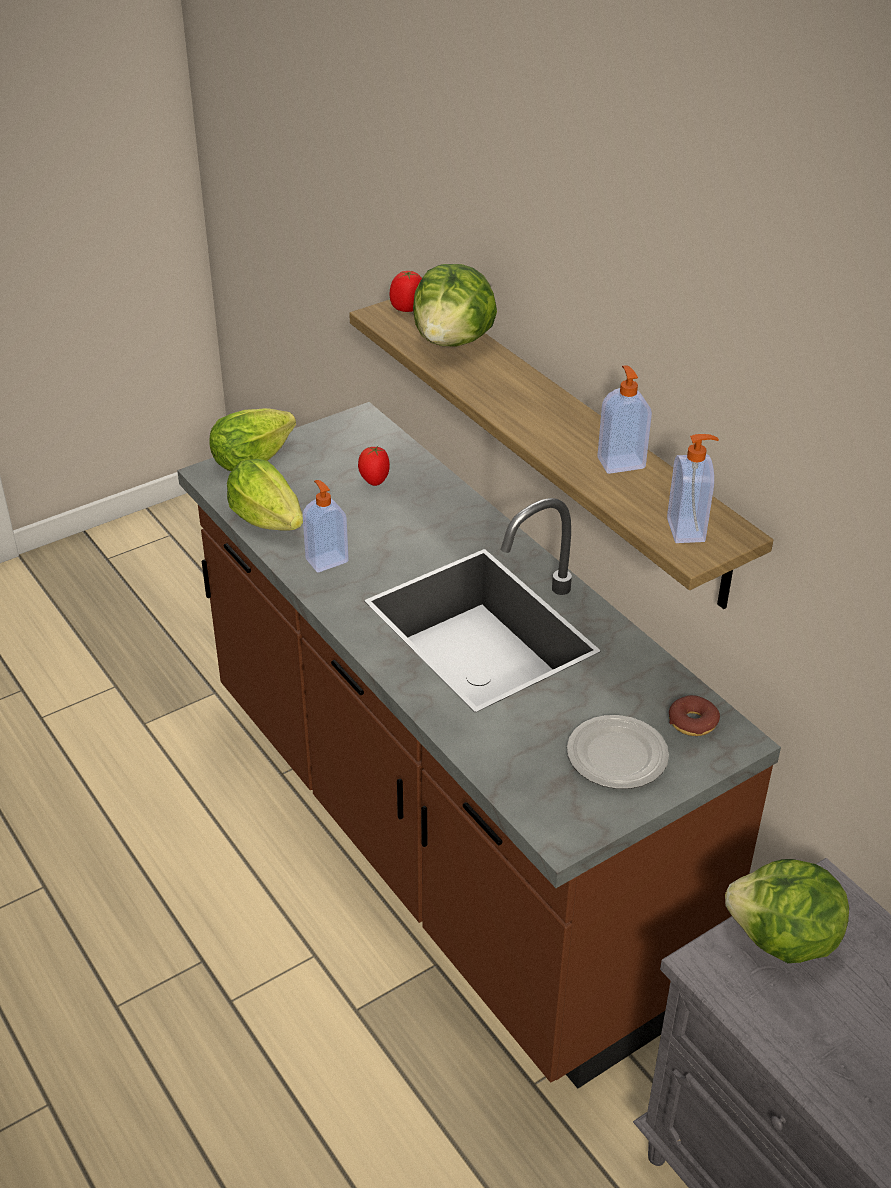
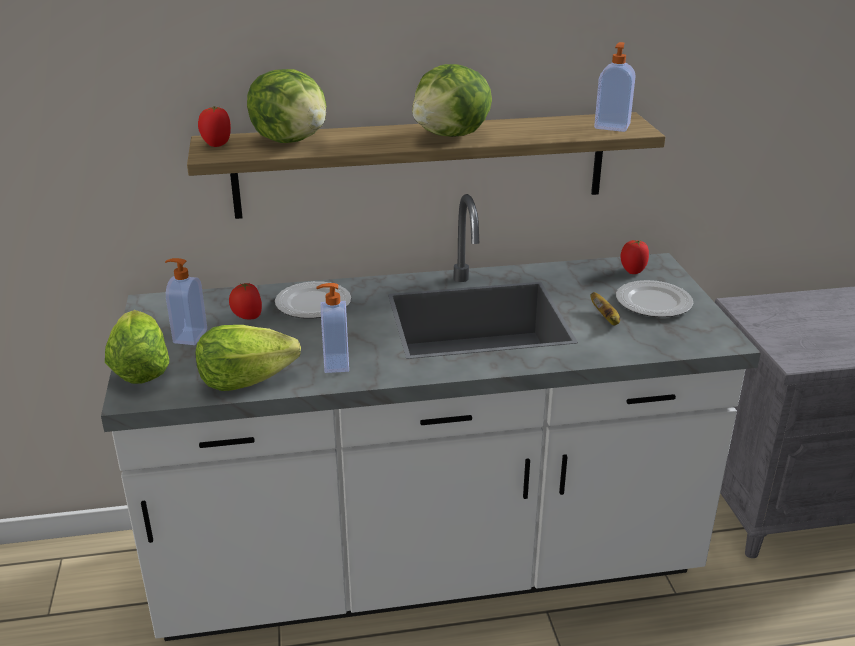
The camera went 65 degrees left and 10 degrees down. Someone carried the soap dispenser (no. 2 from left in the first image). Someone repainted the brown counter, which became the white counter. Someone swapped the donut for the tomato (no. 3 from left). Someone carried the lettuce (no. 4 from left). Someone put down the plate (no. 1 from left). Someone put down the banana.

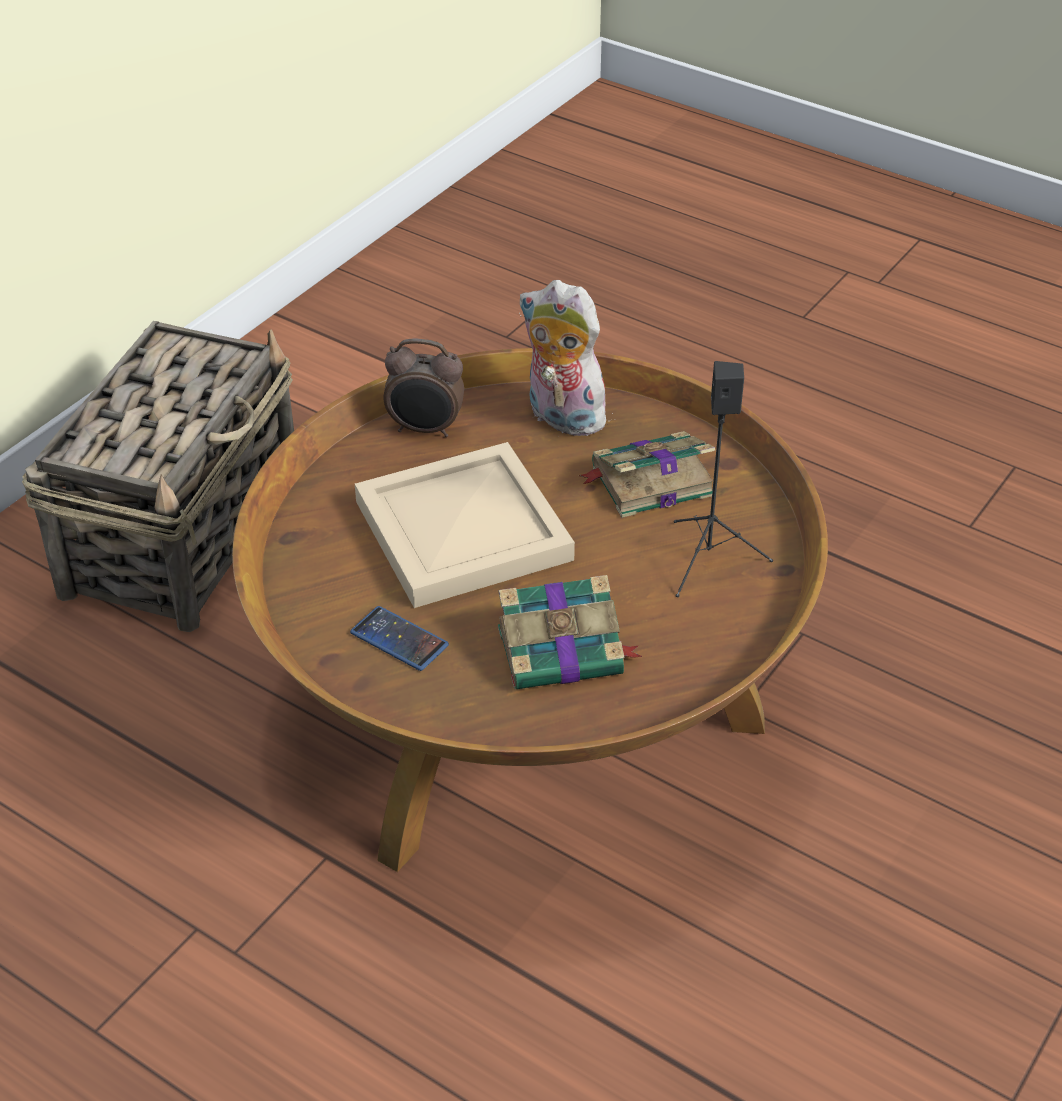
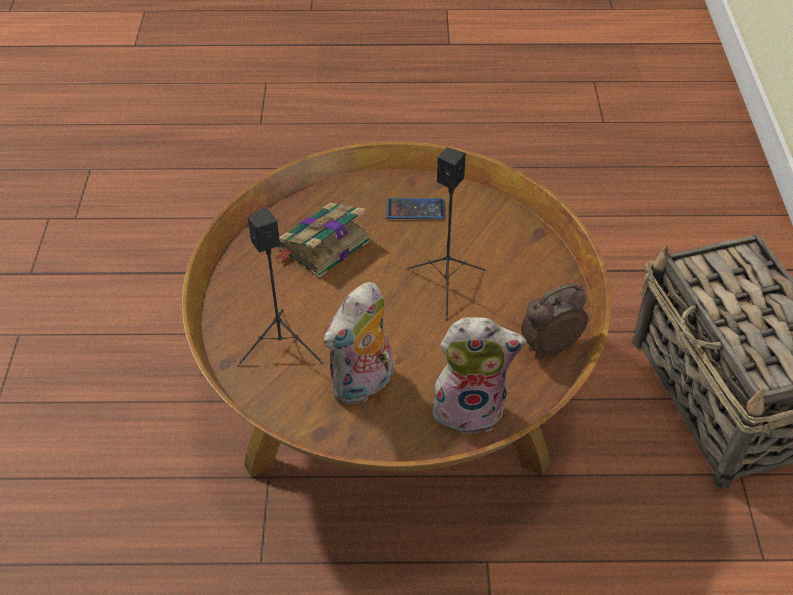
The camera went 145 degrees right and 5 degrees up. Someone swapped the book (no. 2 from left) for the plush toy (no. 1 from left). Someone swapped the beige tray for the black speaker (no. 2 from left).

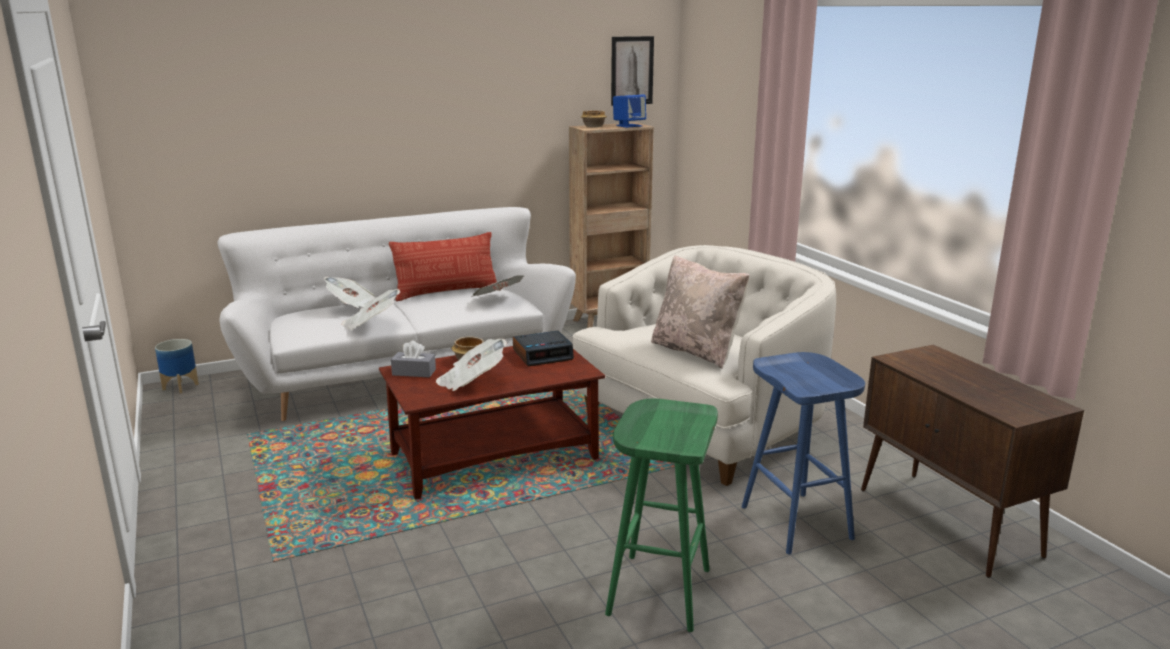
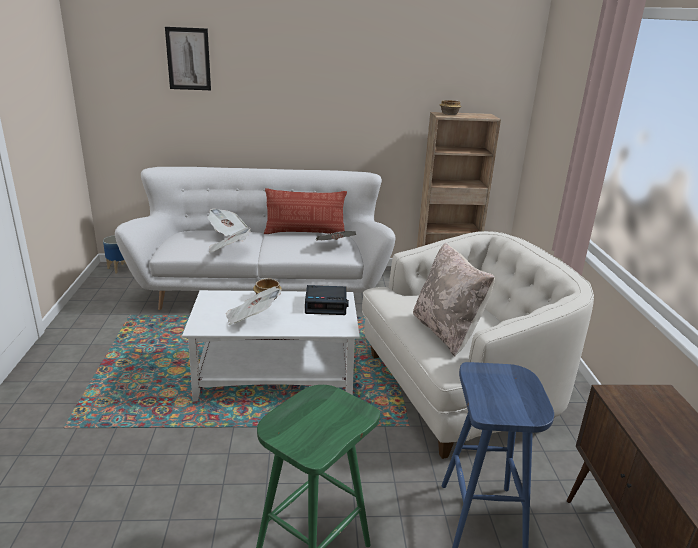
The camera went 20 degrees right and 5 degrees up. Someone carried the picture. Someone took away the blue speaker. Someone took away the grey tissue box. Someone repainted the brown coffee table, which became the white coffee table.

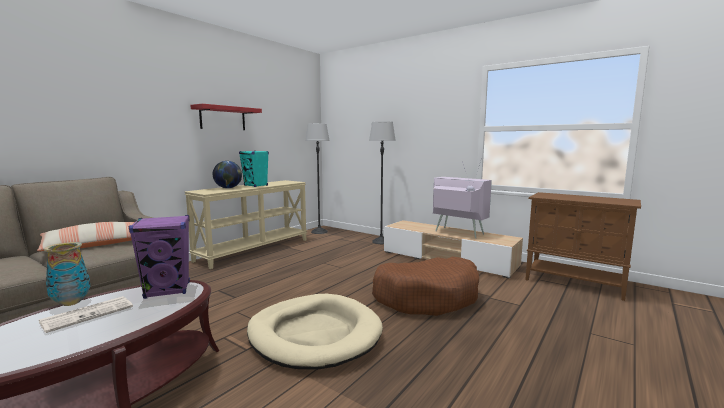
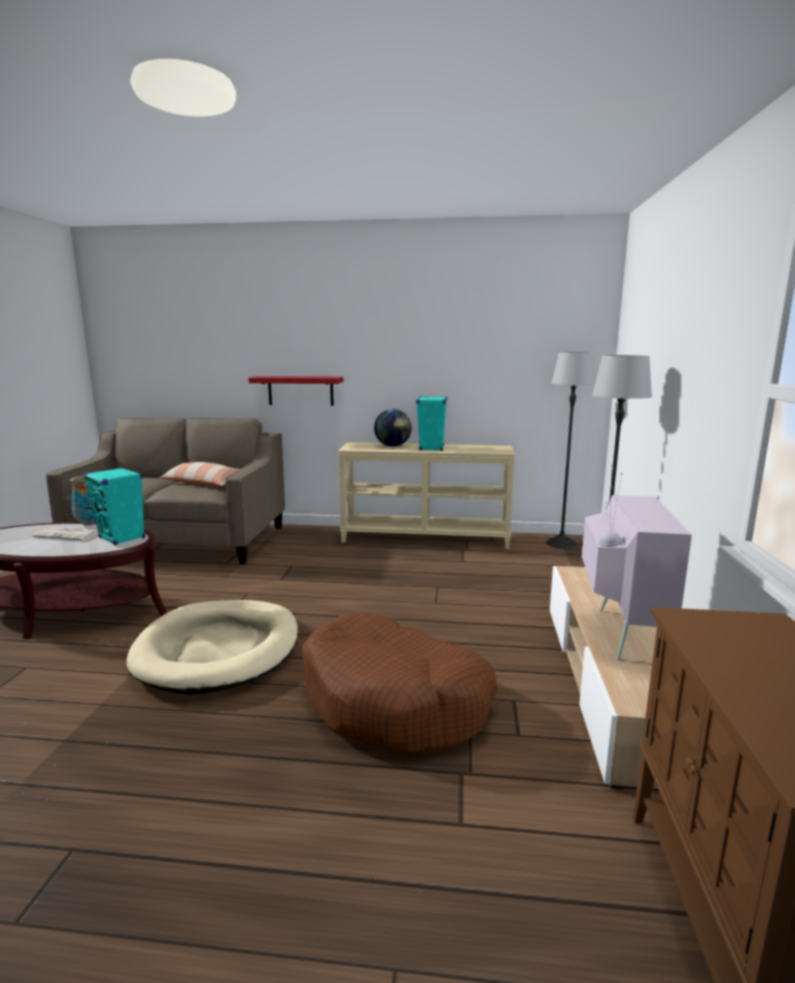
The camera went 60 degrees right and 5 degrees up. Someone carried the red shelf. Someone repainted the purple speaker, which became the turquoise speaker (no. 1 from left).

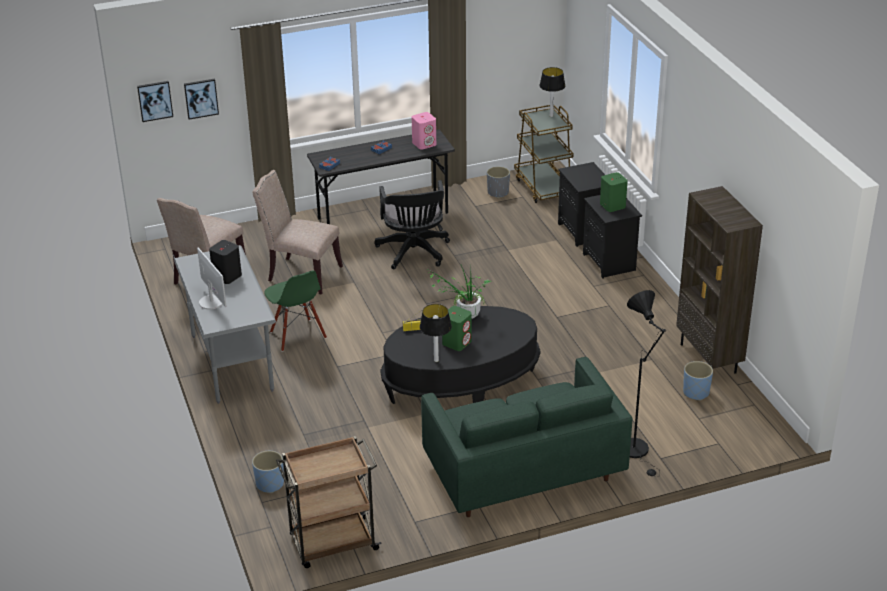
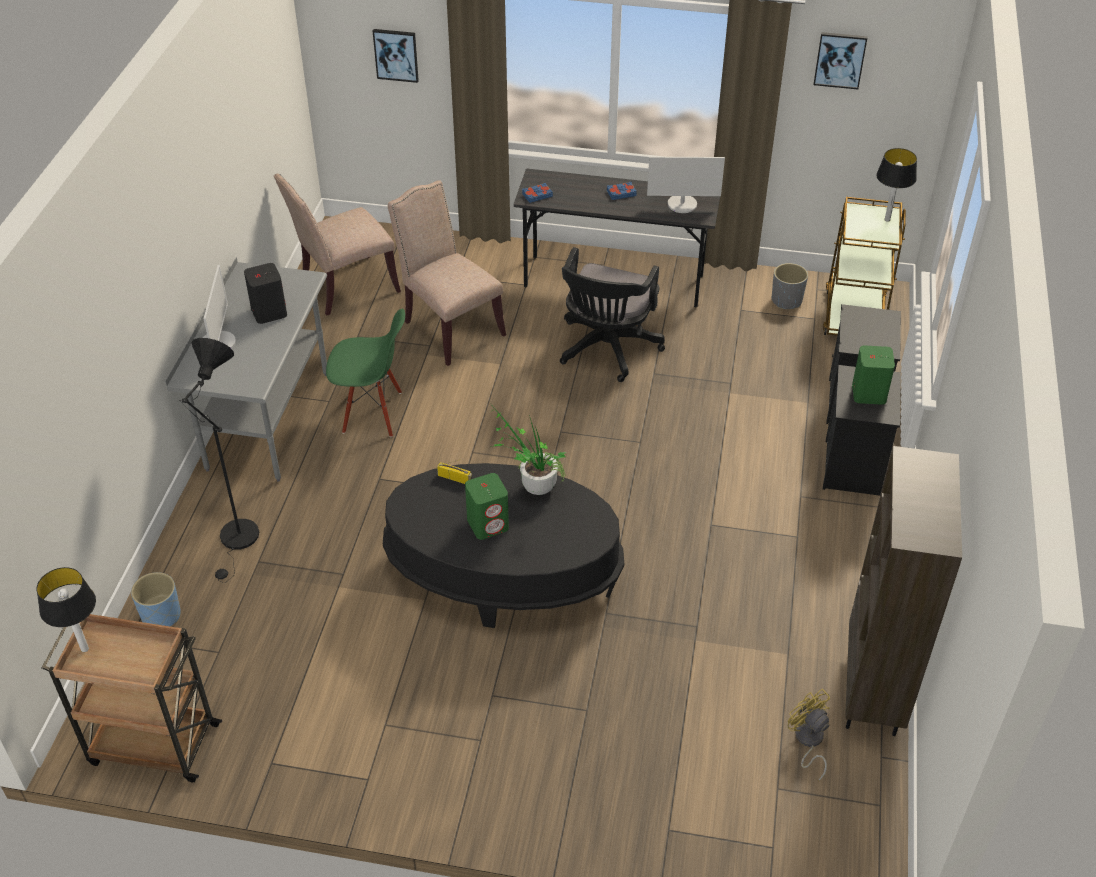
The camera went 30 degrees right and 10 degrees up. Someone carried the picture (no. 1 from left in the first image). Someone swapped the pink speaker for the monitor (no. 2 from left). Someone rotated the green chair by 90 degrees counterclockwise. Someone carried the black floor lamp. Someone carried the table lamp (no. 1 from left). Someone took away the green sofa. Someone swapped the blue planter (no. 2 from left) for the yellow fan.

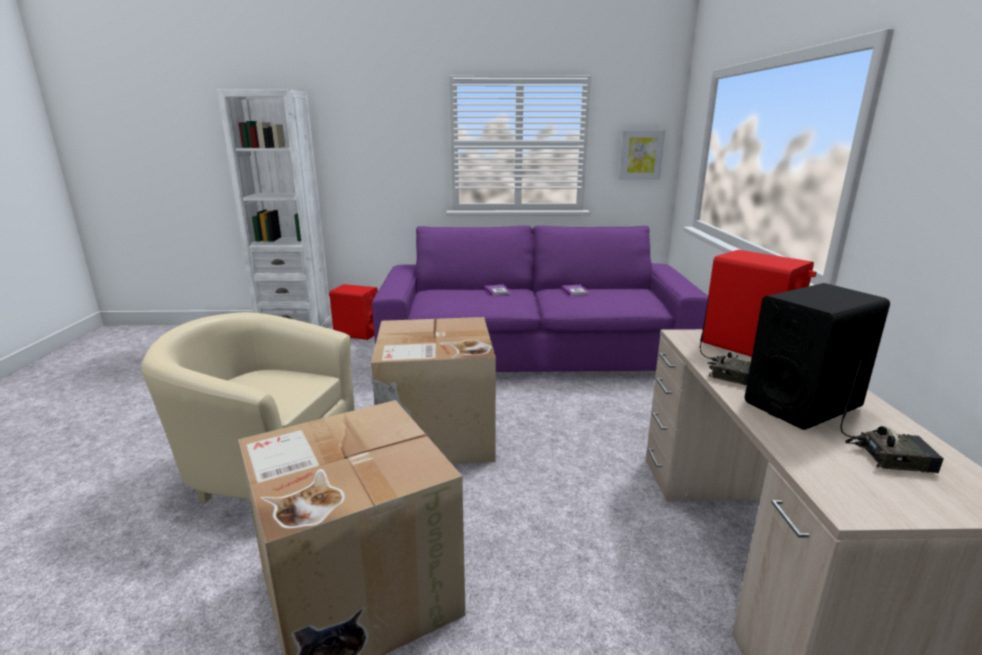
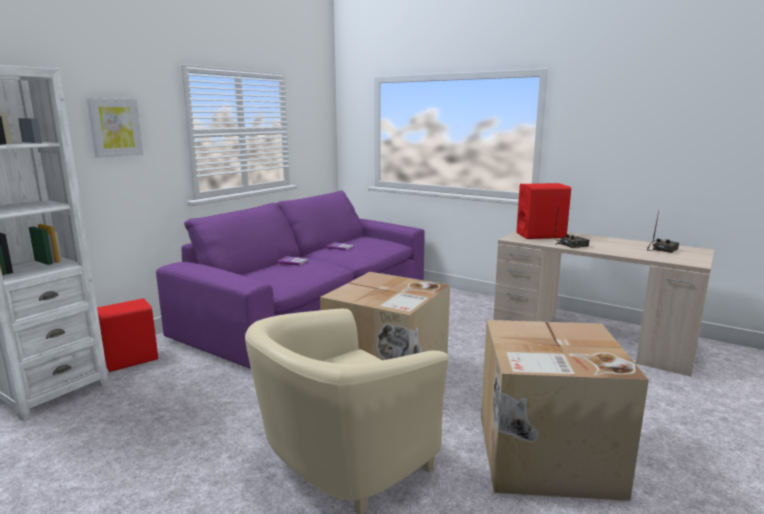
The camera went 55 degrees left and 5 degrees down. Someone carried the picture. Someone took away the black speaker.

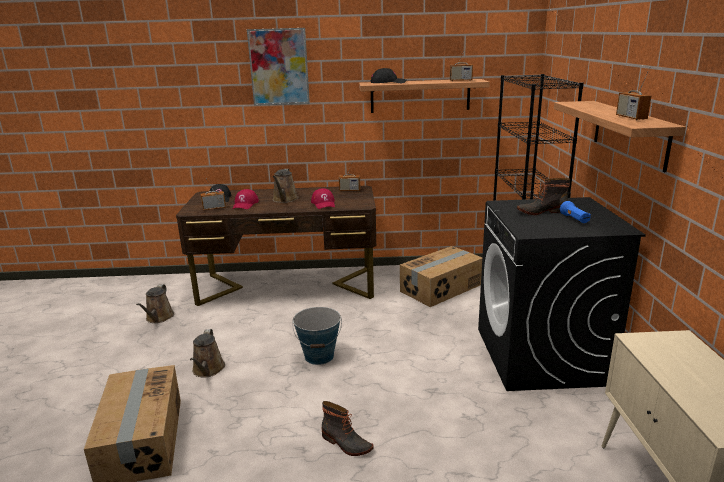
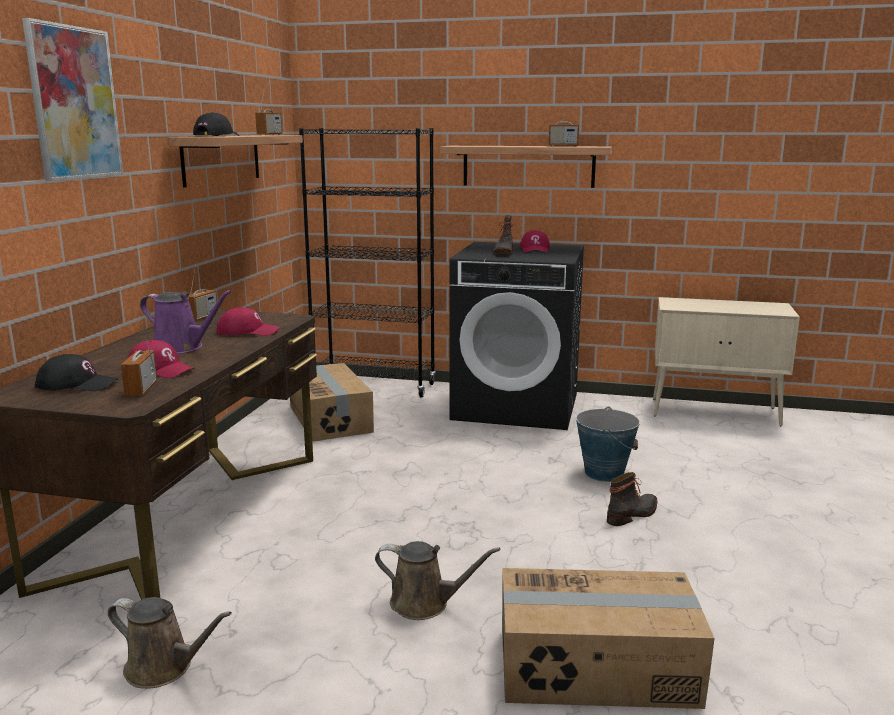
The camera went 75 degrees left and 5 degrees down. Someone repainted the brown watering can (no. 3 from left), which became the purple watering can. Someone swapped the blue flashlight for the red cap (no. 3 from left). Someone carried the bucket.

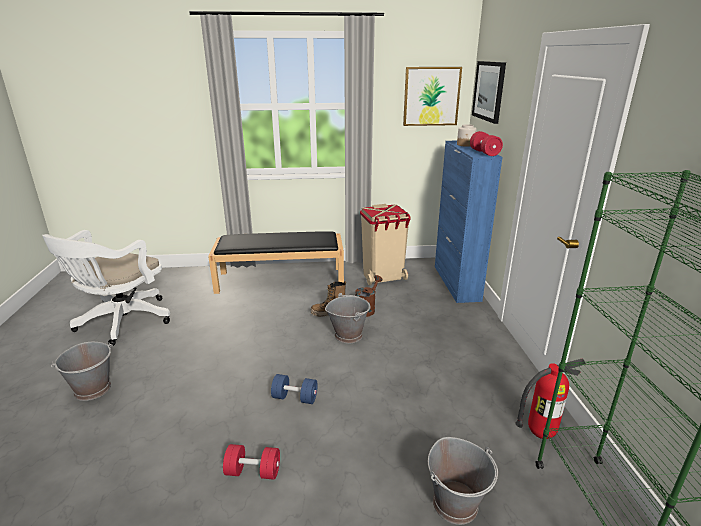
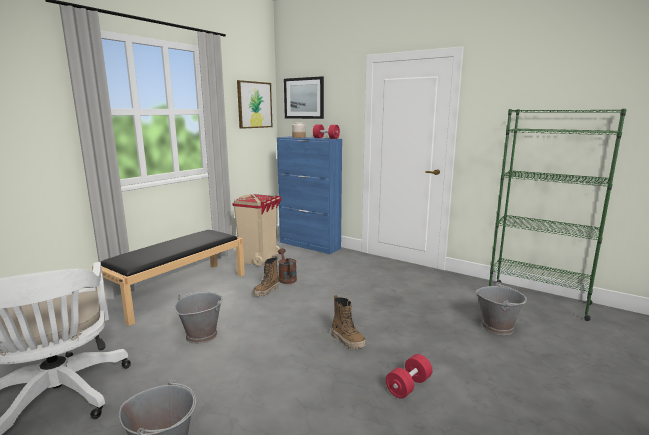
The camera went 50 degrees left and 10 degrees down. Someone carried the grey bucket (no. 2 from left). Someone took away the fire extinguisher. Someone swapped the blue dumbbell for the boot (no. 2 from left).

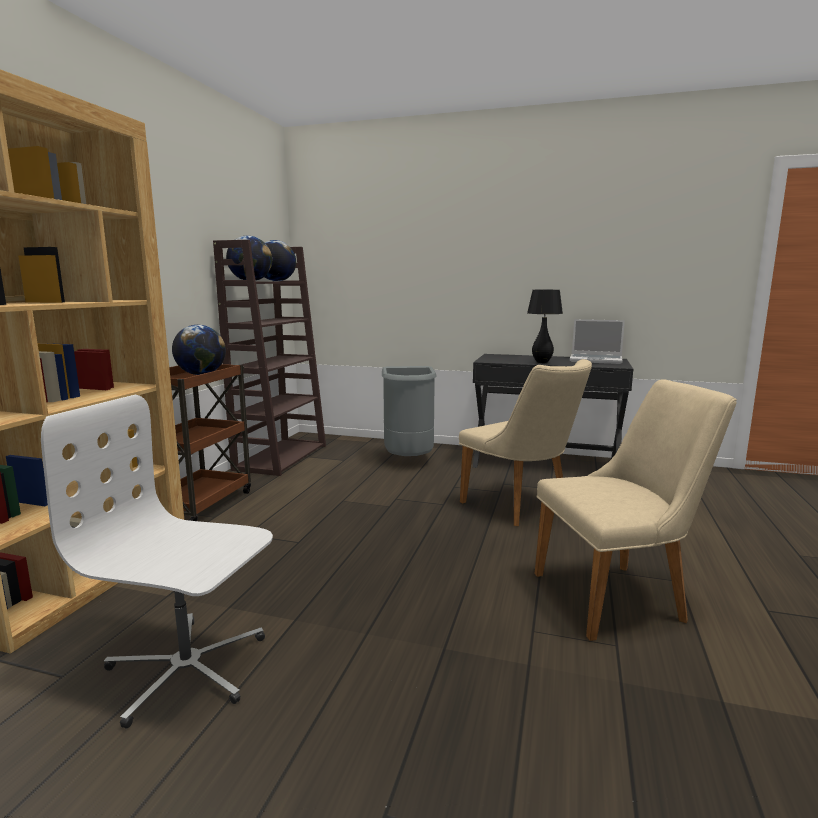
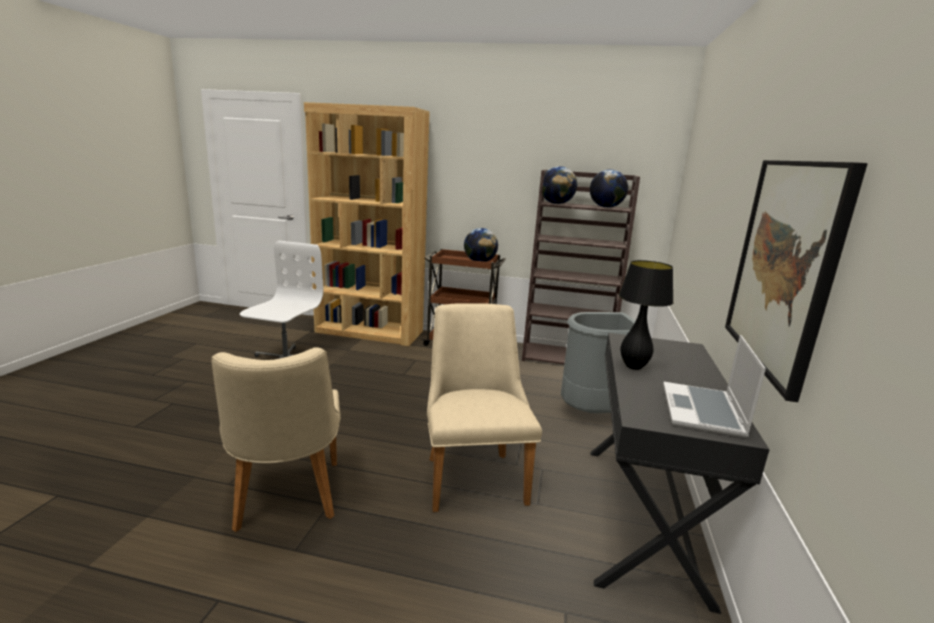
The camera went 85 degrees right and 5 degrees up. Someone rotated the beige chair (no. 1 from left in the first image) by 120 degrees clockwise. Someone put up the picture.

